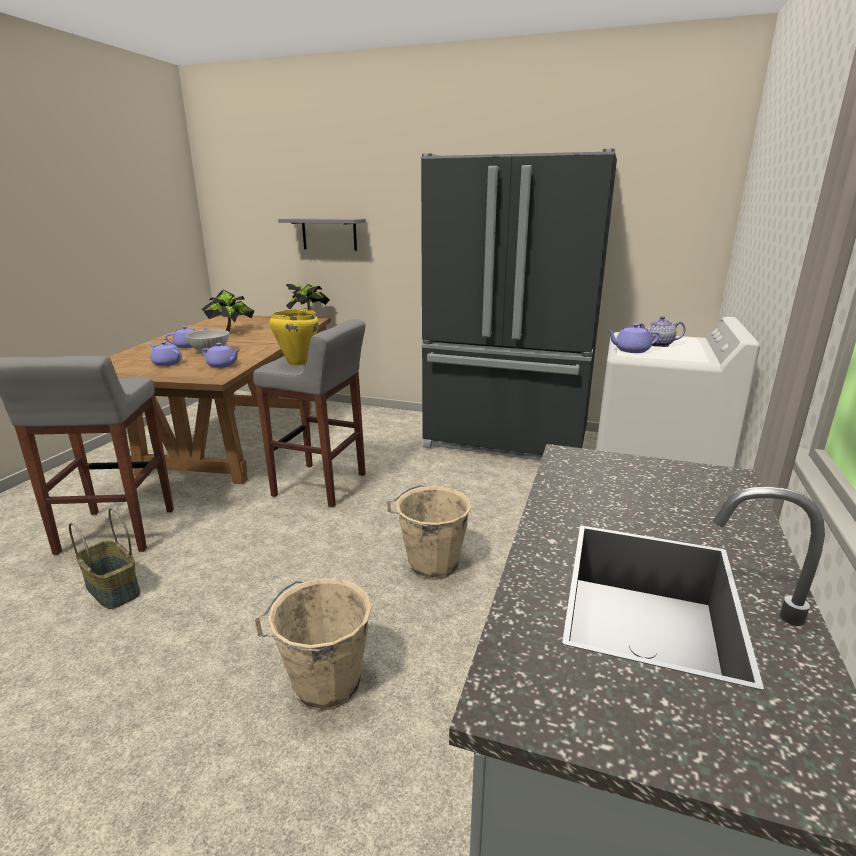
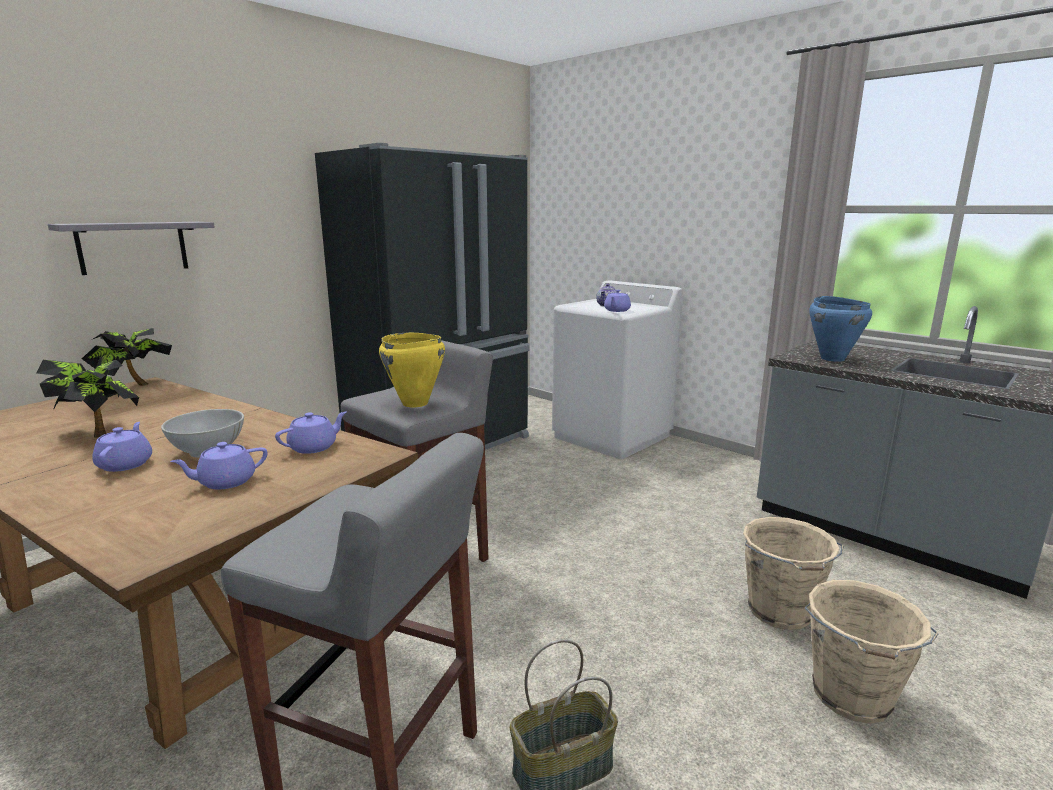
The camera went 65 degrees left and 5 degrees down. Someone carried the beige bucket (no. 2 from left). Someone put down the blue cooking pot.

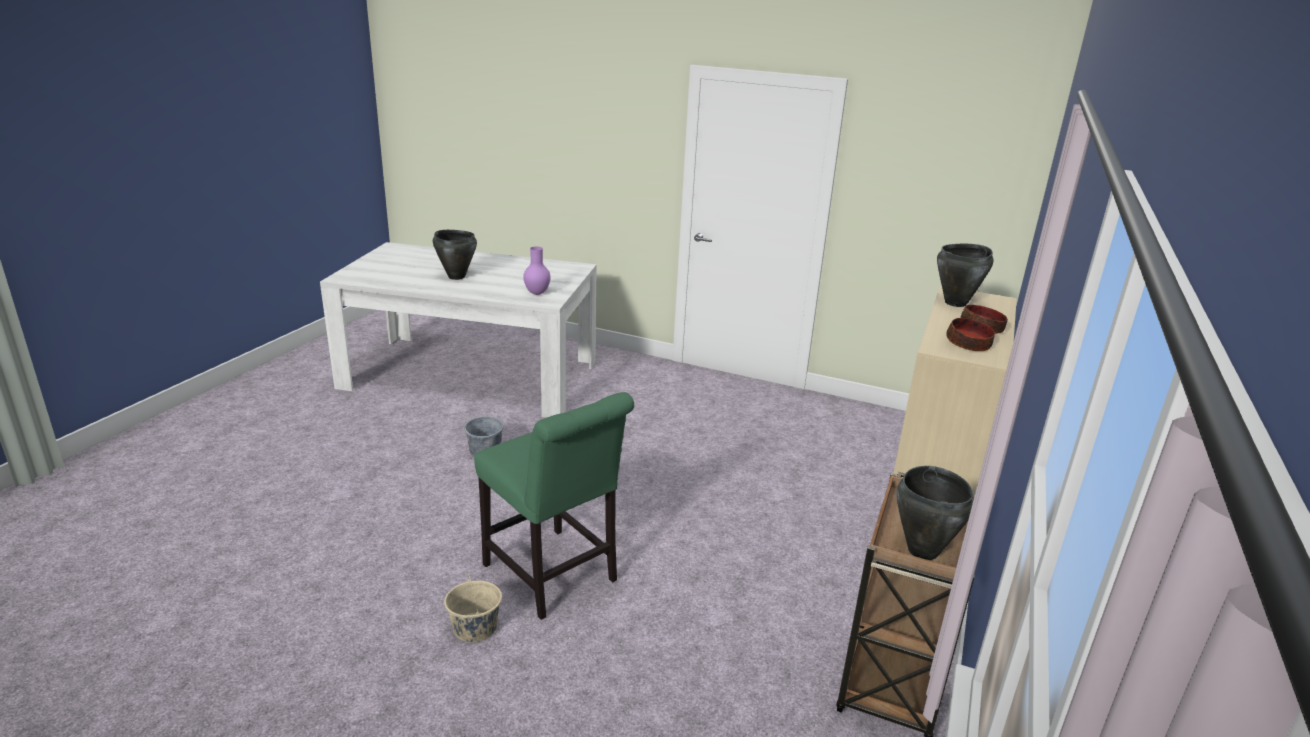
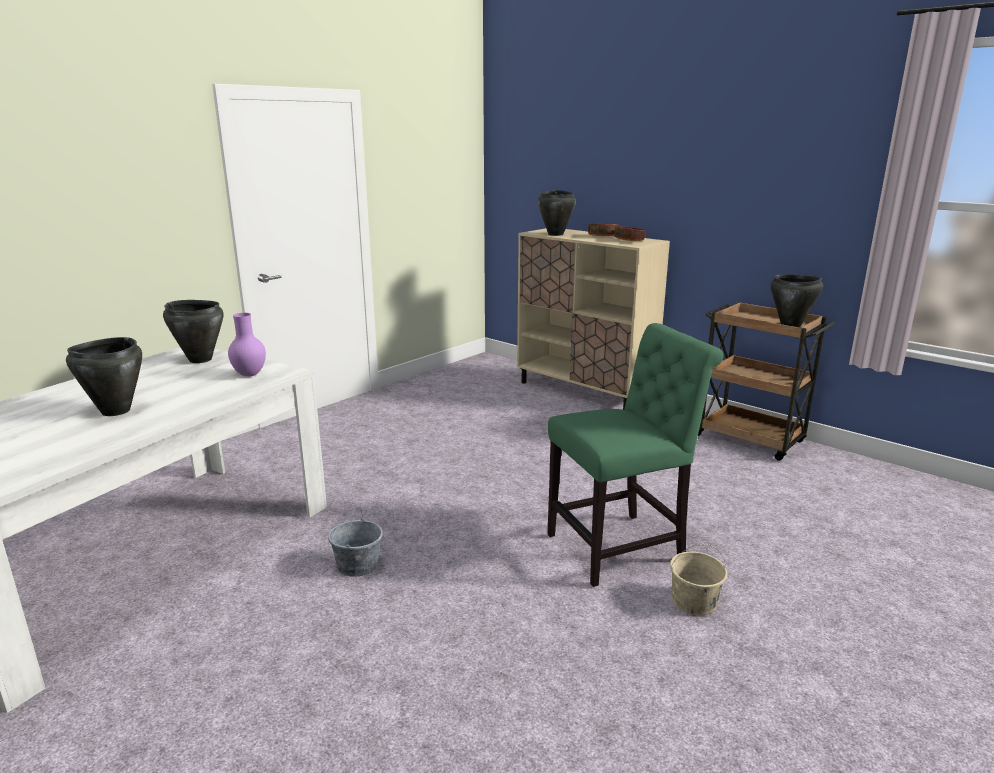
The camera went 70 degrees left and 5 degrees down. Someone put down the black cooking pot (no. 2 from left).

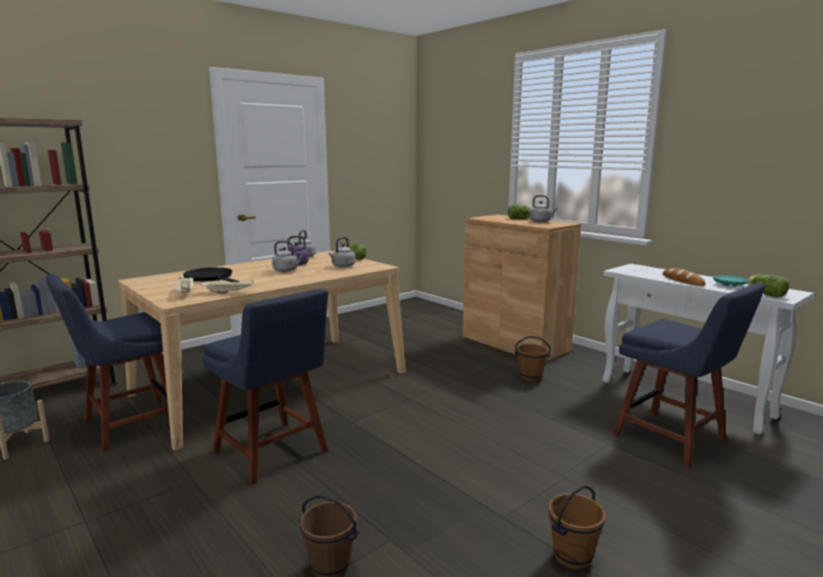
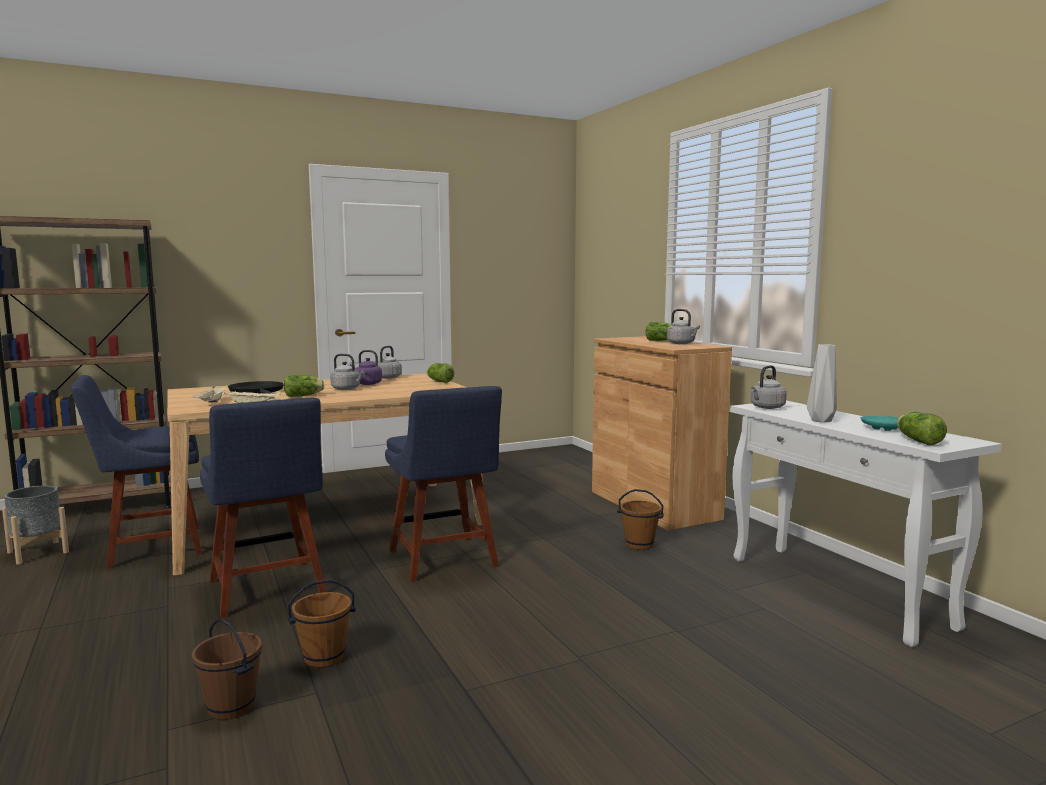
The camera went 15 degrees right and 5 degrees down. Someone carried the grey kettle (no. 3 from left in the first image). Someone swapped the bread for the grey vase. Someone carried the blue chair (no. 3 from left). Someone carried the brown bucket (no. 3 from left in the first image). Someone put down the lettuce (no. 1 from left).

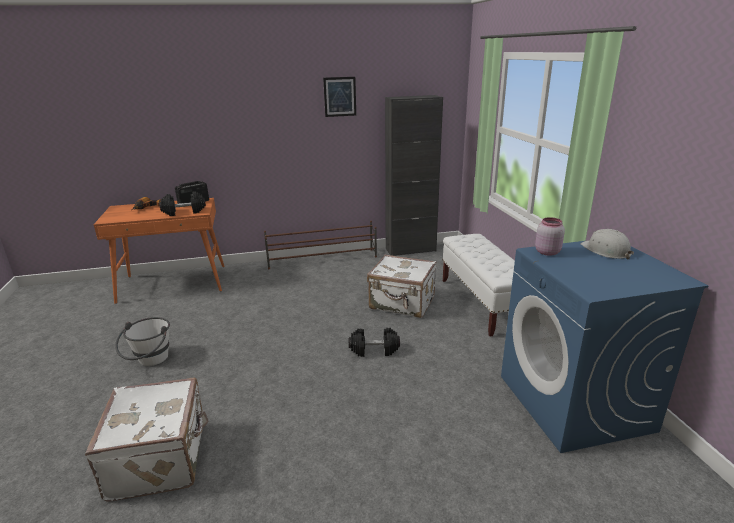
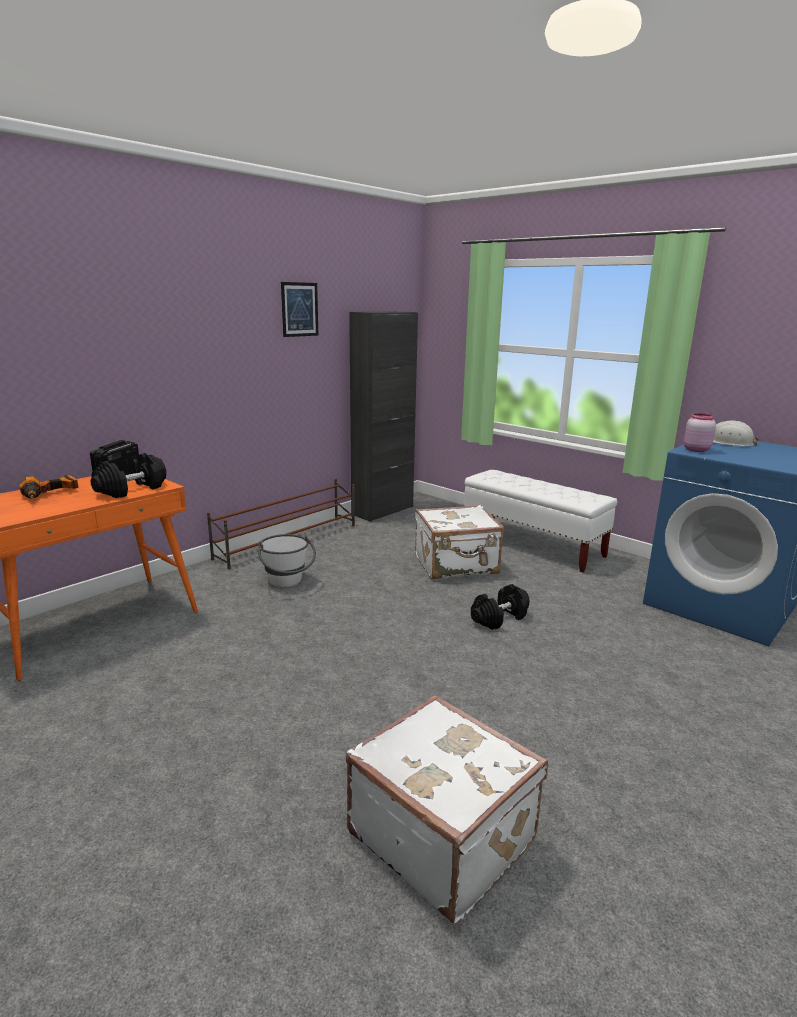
The camera went 35 degrees left and 5 degrees down. Someone carried the white bucket.

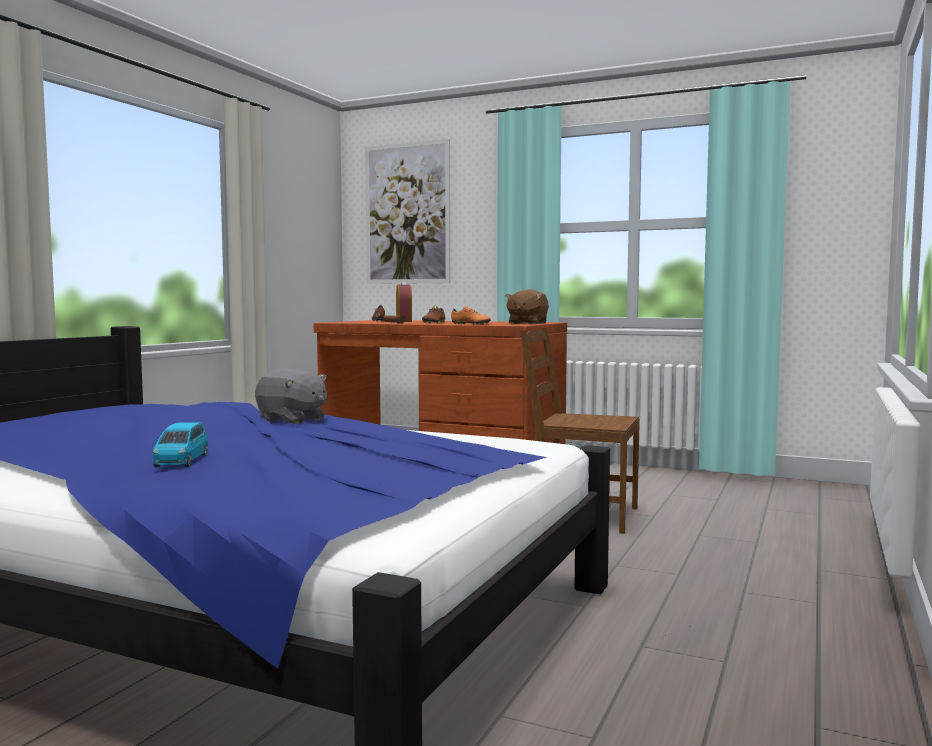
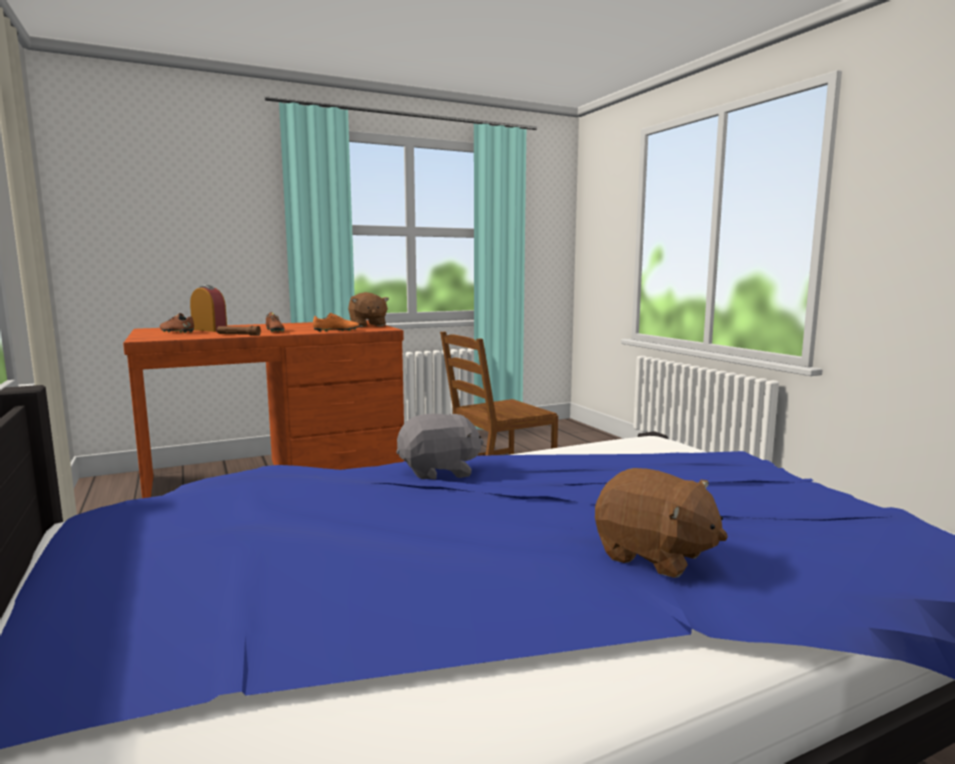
The camera went 50 degrees left and 5 degrees up. Someone took away the picture. Someone swapped the blue toy car for the brown plush toy (no. 2 from left).

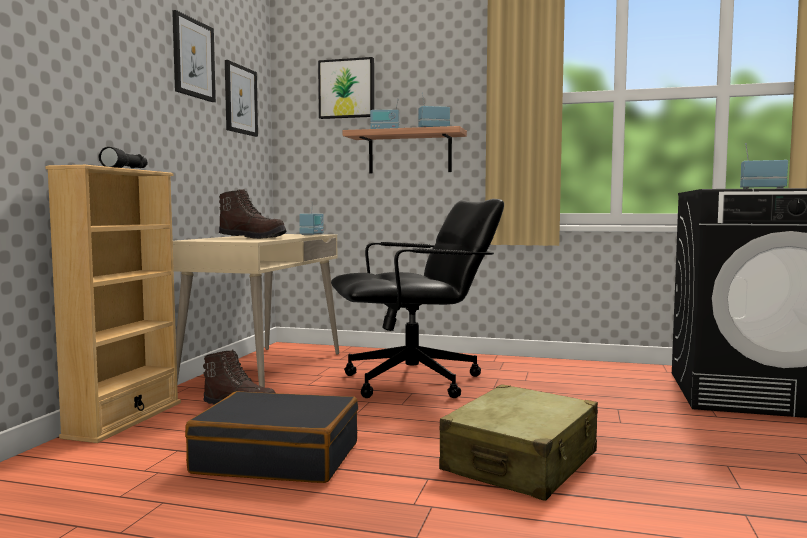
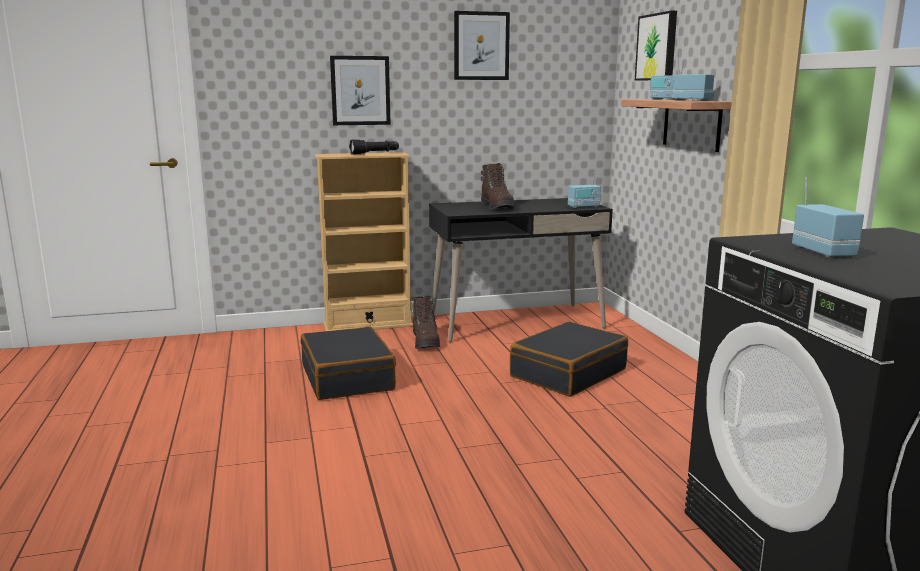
The camera went 60 degrees right and 10 degrees up. Someone carried the picture (no. 2 from left in the first image). Someone swapped the black office chair for the black suitcase (no. 2 from left). Someone repainted the beige desk, which became the black desk. Someone took away the beige suitcase.

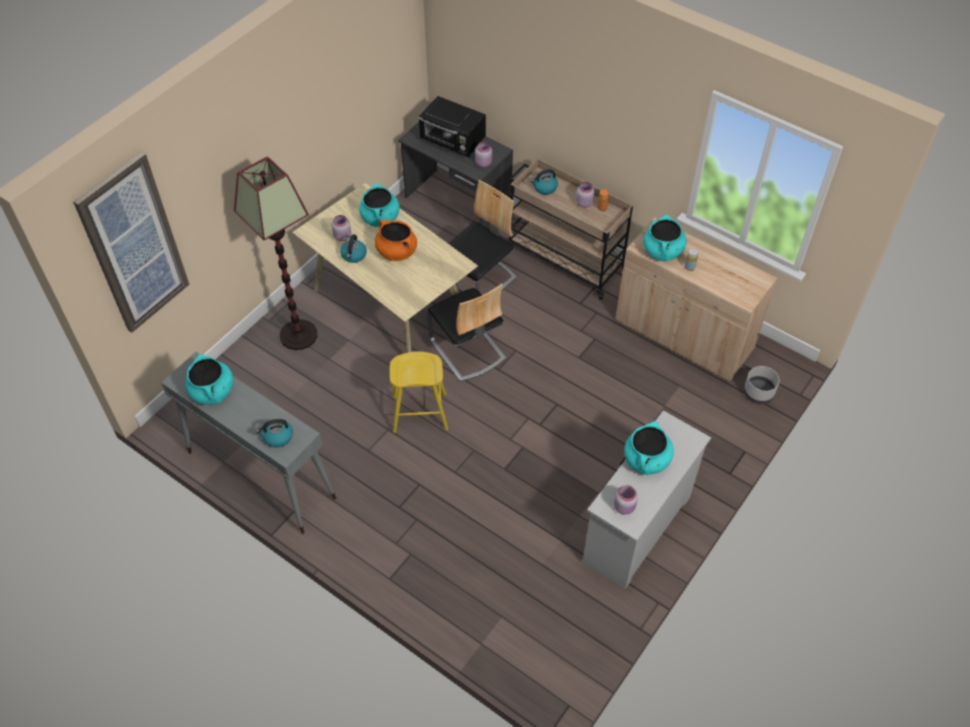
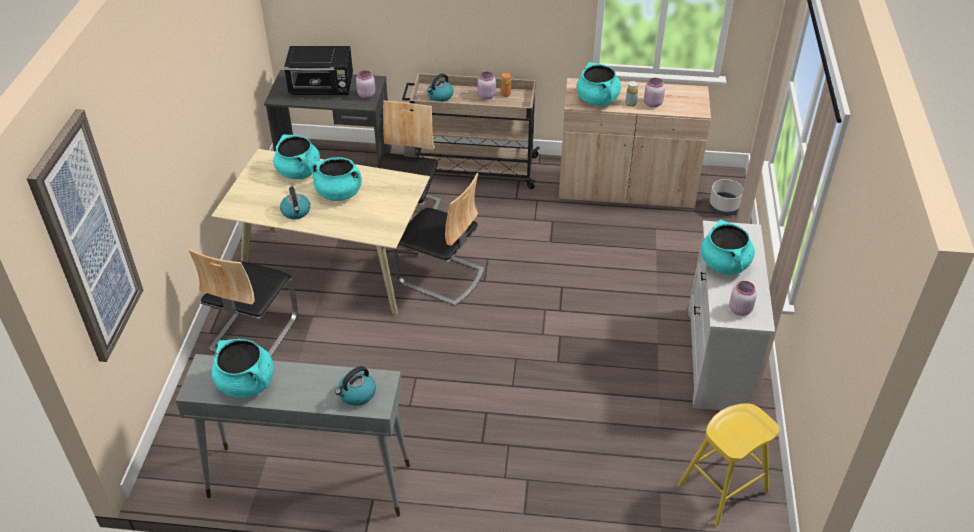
The camera went 30 degrees left and 10 degrees down. Someone swapped the floor lamp for the chair (no. 1 from left). Someone carried the pink jar (no. 1 from left in the first image). Someone repainted the orange cooking pot, which became the turquoise cooking pot (no. 3 from left). Someone carried the yellow stool.

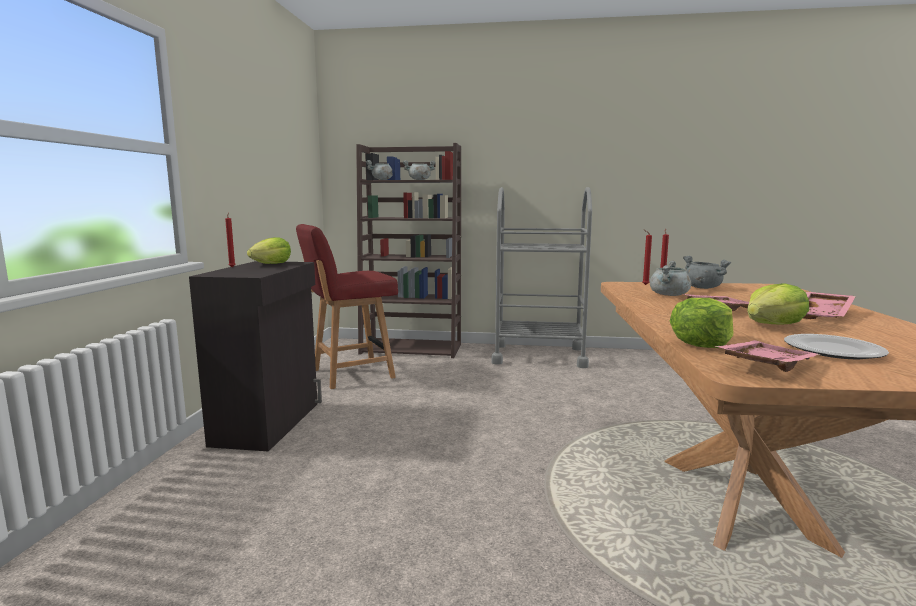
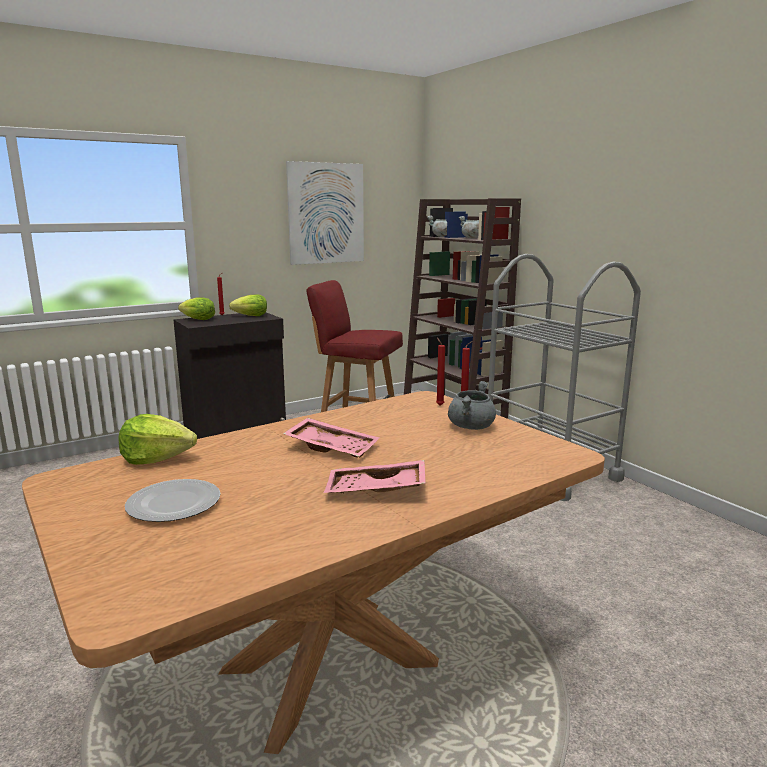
The camera went 50 degrees right and 5 degrees up. Someone took away the grey cooking pot (no. 3 from left). Someone carried the lettuce (no. 3 from left in the first image). Someone took away the pink tray (no. 2 from left). Someone put up the picture.

